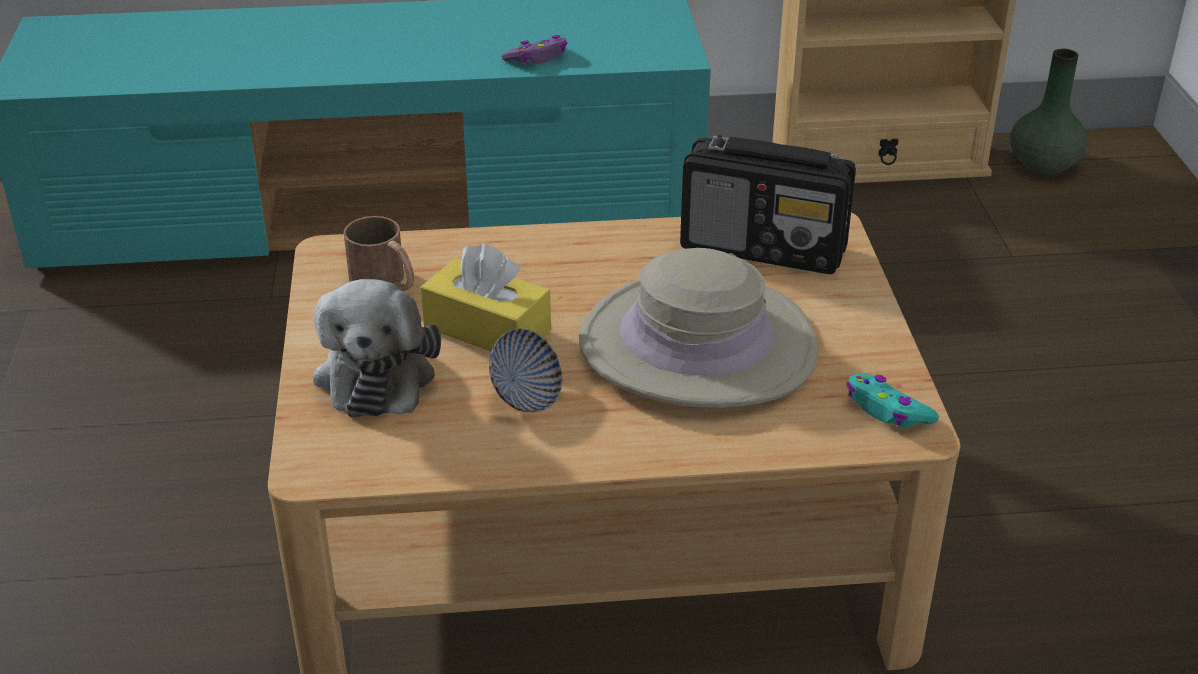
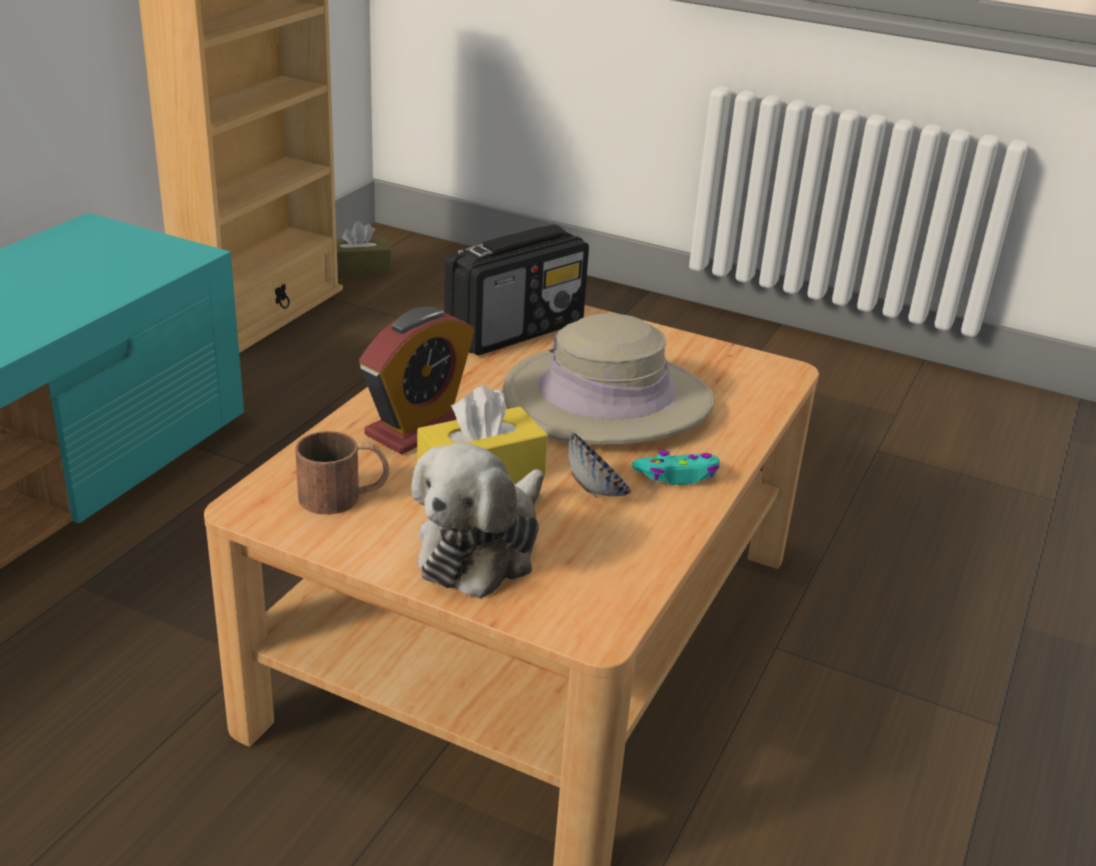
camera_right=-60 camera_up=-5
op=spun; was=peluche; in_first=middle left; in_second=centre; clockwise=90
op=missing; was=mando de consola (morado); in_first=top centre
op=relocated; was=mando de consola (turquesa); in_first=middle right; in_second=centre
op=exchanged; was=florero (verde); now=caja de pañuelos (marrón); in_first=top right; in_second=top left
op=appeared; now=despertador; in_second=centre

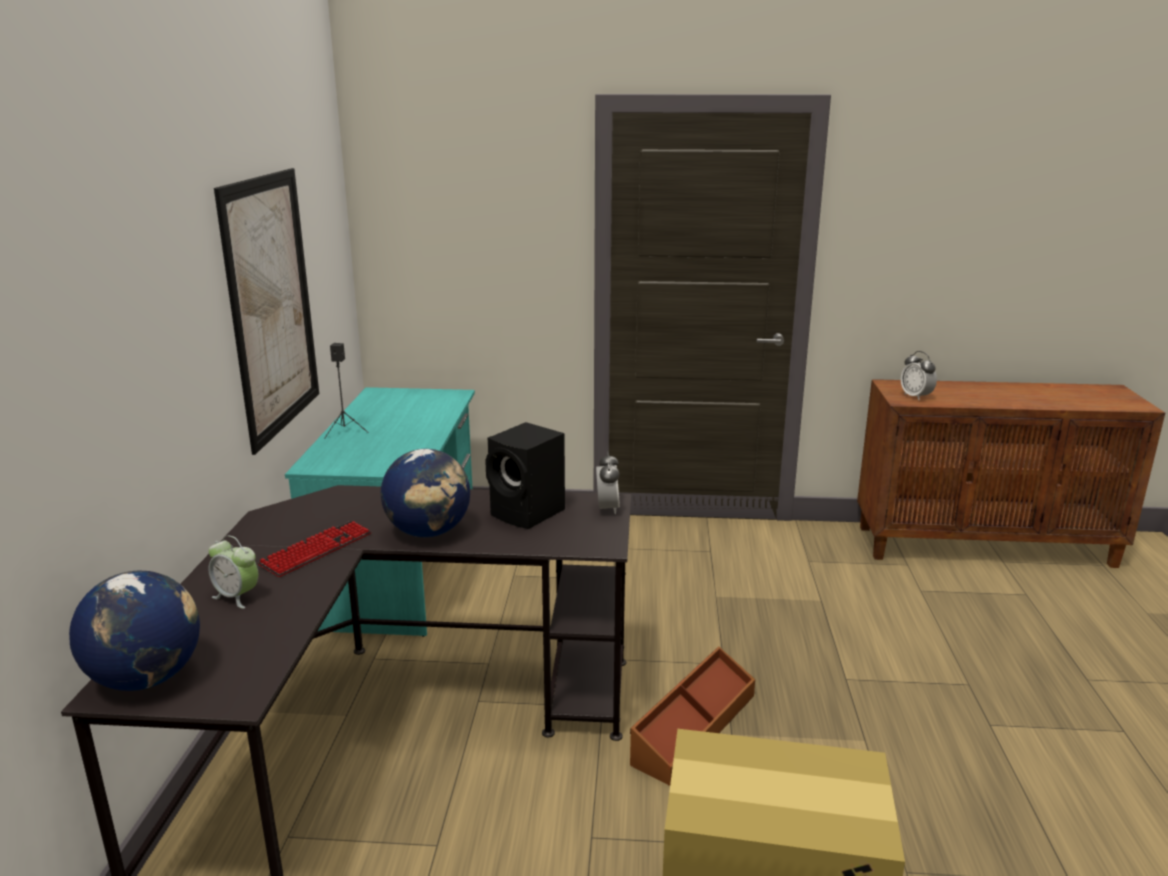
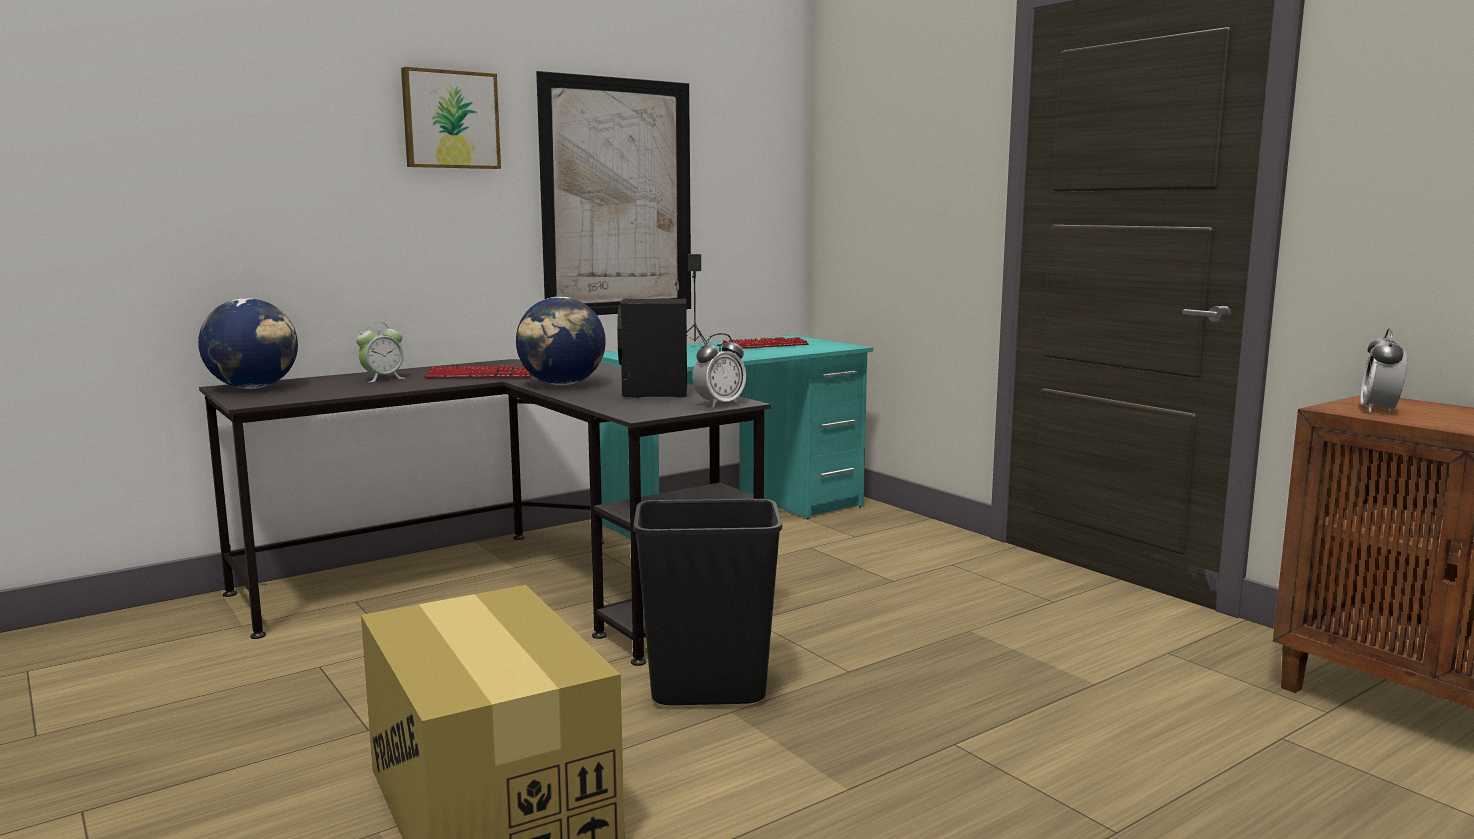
camera_right=50 camera_up=-10
op=spun; was=despertador (no. 1 from left); in_first=middle left; in_second=middle left; clockwise=-120
op=exchanged; was=caja de almacenaje (marrón); now=papelera (negro); in_first=bottom centre; in_second=bottom centre
op=appeared; now=cuadro (no. 1 from left); in_second=top left
op=appeared; now=teclado (no. 2 from left); in_second=centre

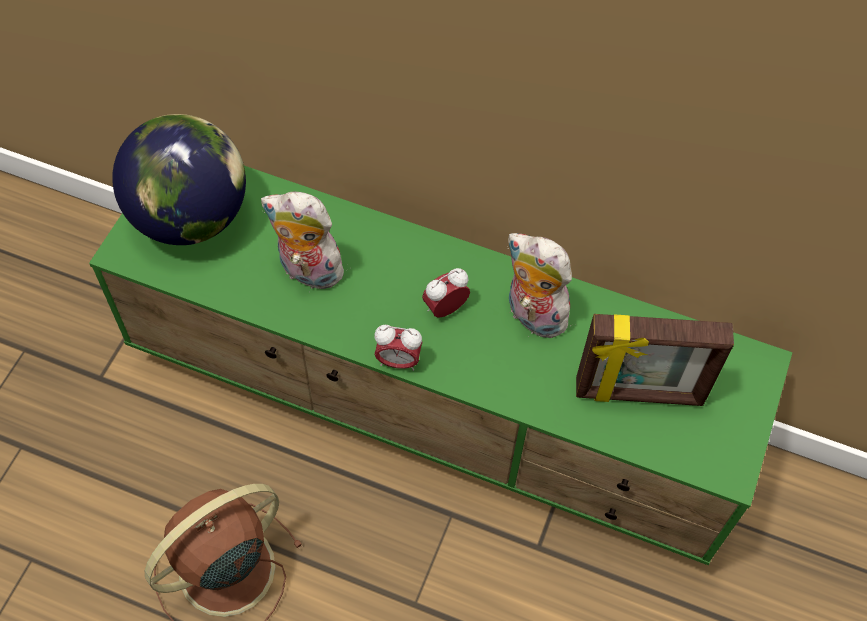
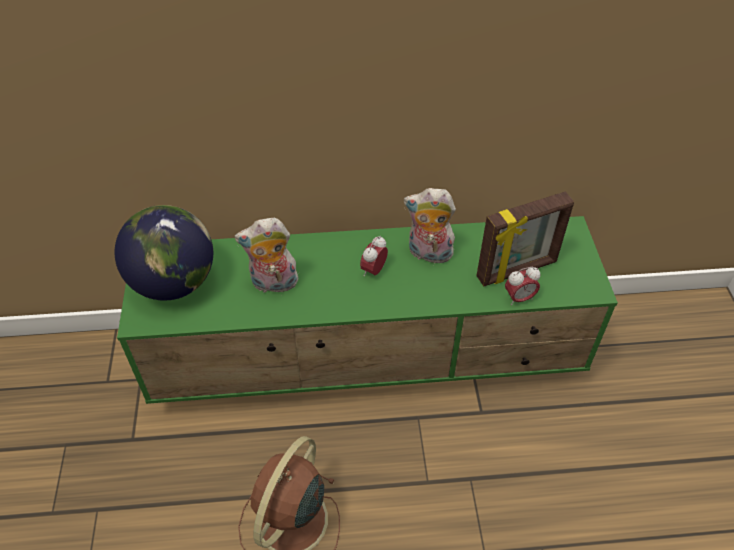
camera_right=-25 camera_up=-10
op=relocated; was=despertador (no. 1 from left in the first image); now=despertador (no. 2 from left); in_first=centre; in_second=middle right

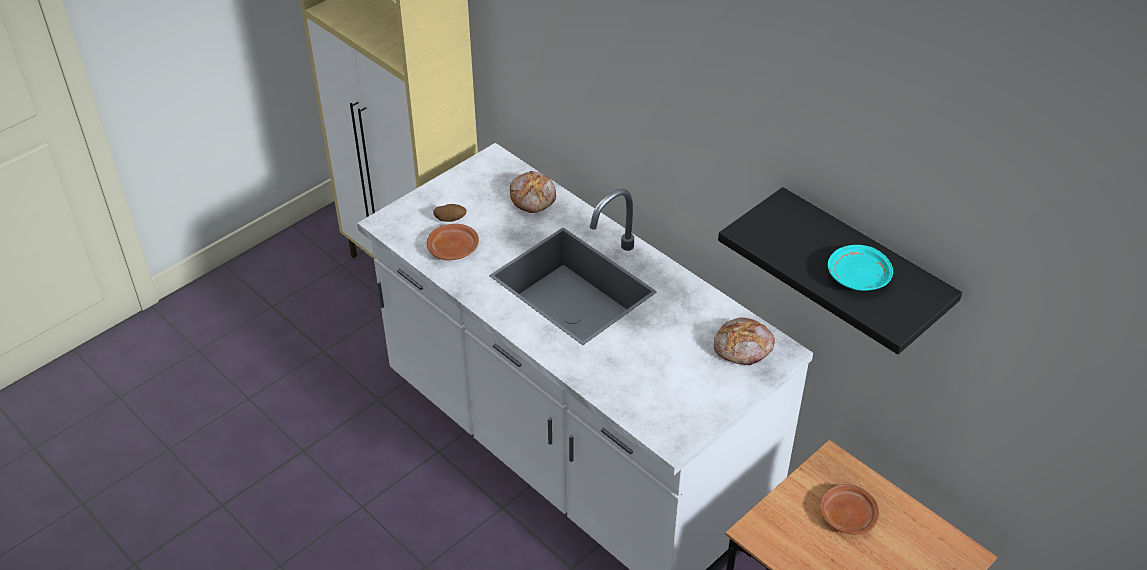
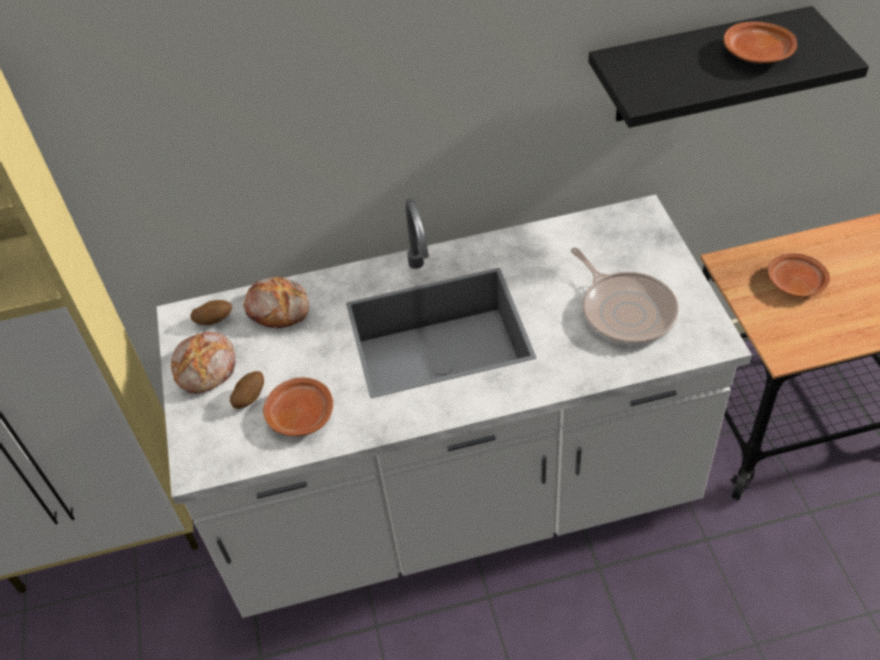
camera_right=-55 camera_up=5
op=relocated; was=pan (no. 2 from left in the first image); now=pan (no. 1 from left); in_first=centre; in_second=middle left
op=colour; was=plato (turquesa); now=plato (marrón) (no. 2 from left); in_first=middle right; in_second=top right
op=appeared; now=patata (no. 1 from left); in_second=middle left
op=appeared; now=sartén; in_second=middle right

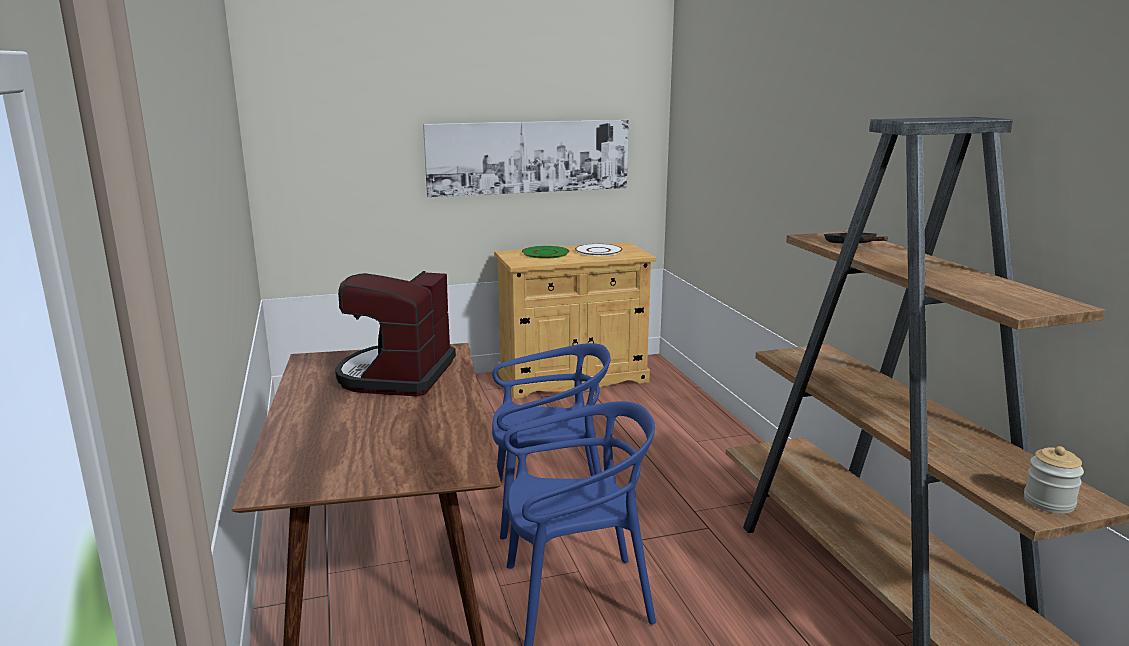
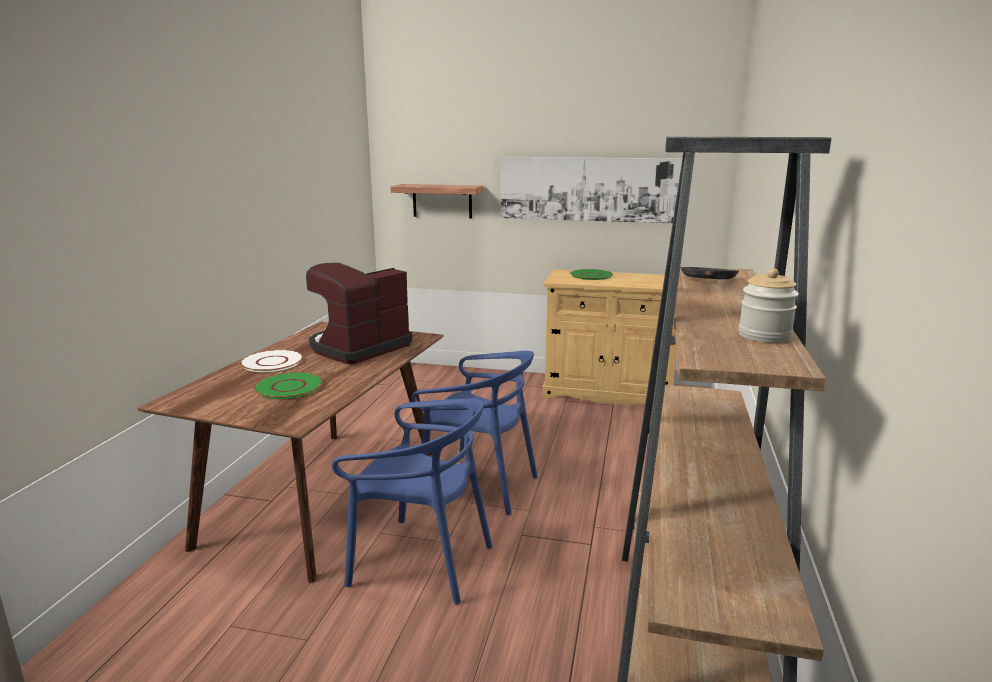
camera_right=30 camera_up=0
op=relocated; was=plato (blanco); in_first=centre; in_second=middle left
op=relocated; was=tarro; in_first=bottom right; in_second=middle right
op=appeared; now=plato (verde) (no. 1 from left); in_second=middle left
op=appeared; now=estante; in_second=top centre

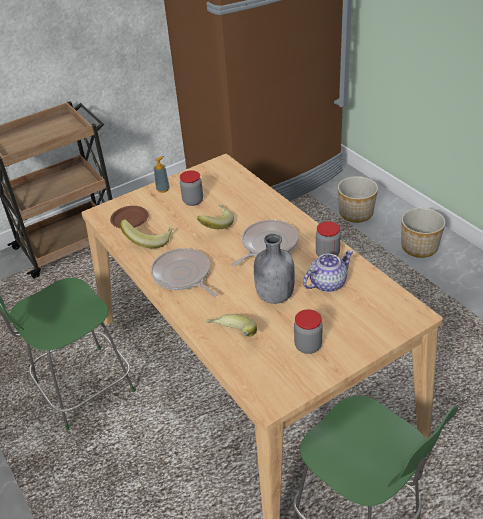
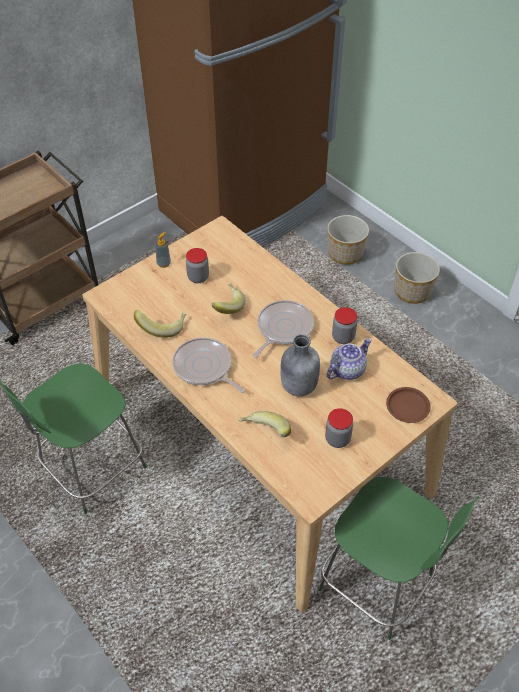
camera_right=-10 camera_up=10
op=relocated; was=plato (marrón); in_first=middle left; in_second=middle right

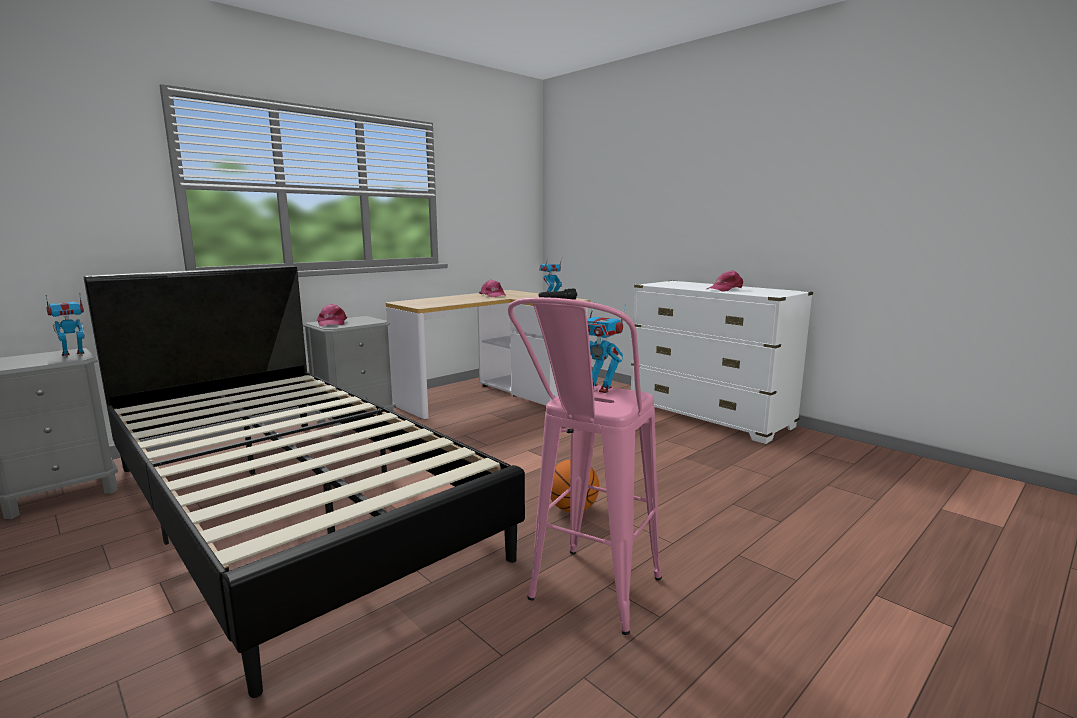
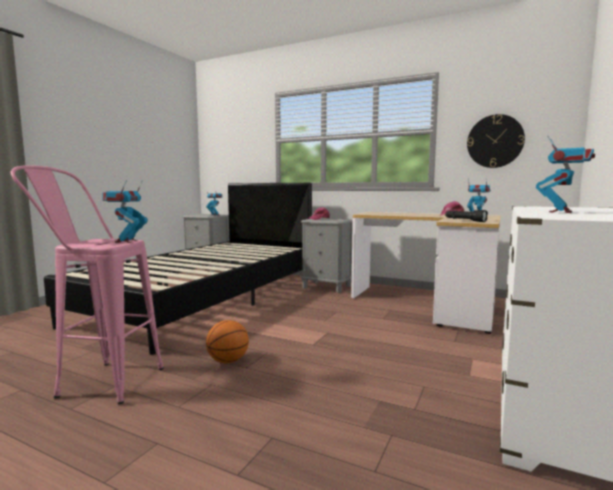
camera_right=70 camera_up=-5
op=exchanged; was=gorra (rosa) (no. 3 from left); now=robot de juguete (no. 4 from left); in_first=middle right; in_second=middle right
op=appeared; now=reloj de pared; in_second=top right

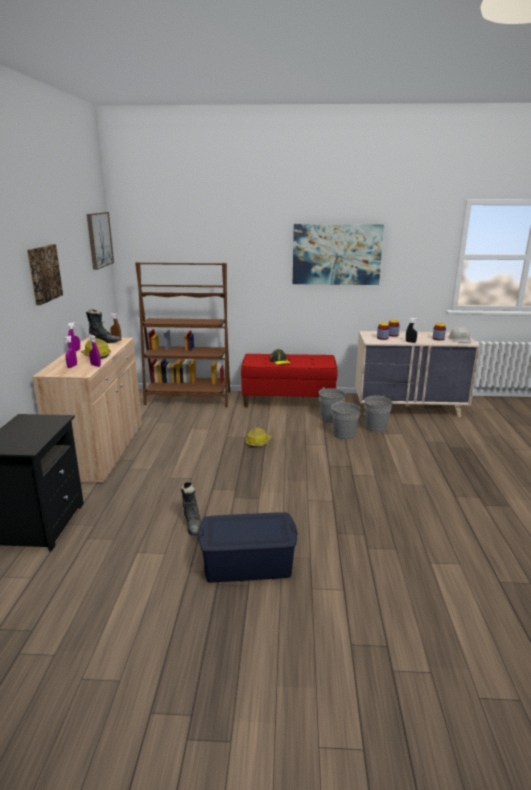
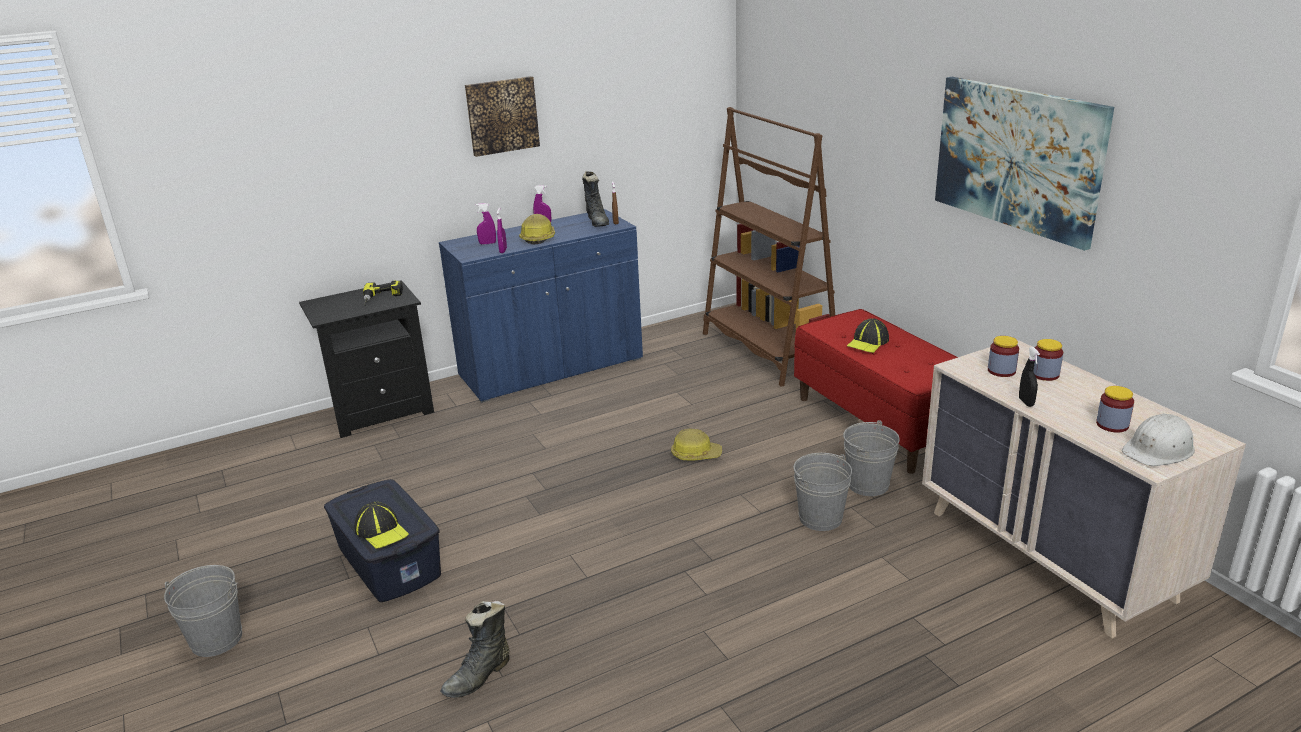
camera_right=60 camera_up=5
op=colour; was=armario (beis); now=armario (azul); in_first=middle left; in_second=centre
op=missing; was=cuadro (no. 2 from left); in_first=top left
op=relocated; was=bota (negro) (no. 2 from left in the first image); now=bota (negro) (no. 1 from left); in_first=centre; in_second=bottom centre
op=relocated; was=cubo (gris) (no. 3 from left in the first image); now=cubo (gris) (no. 1 from left); in_first=middle right; in_second=bottom left
op=appeared; now=gorra (no. 1 from left); in_second=bottom left
op=appeared; now=taladro; in_second=middle left

